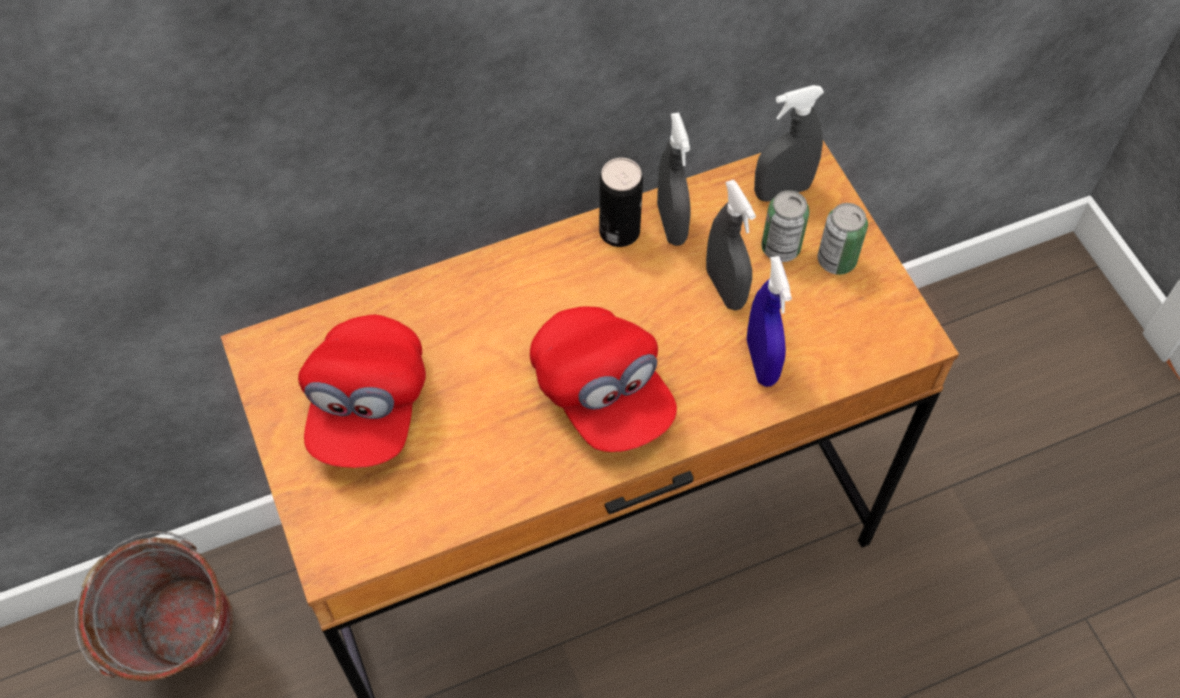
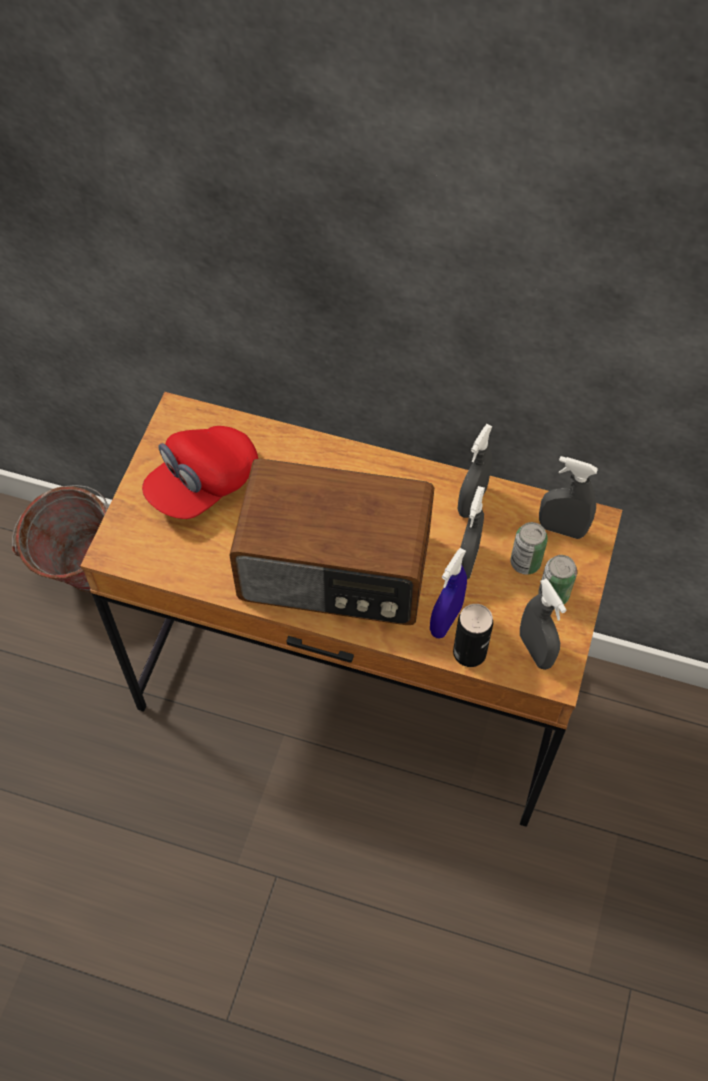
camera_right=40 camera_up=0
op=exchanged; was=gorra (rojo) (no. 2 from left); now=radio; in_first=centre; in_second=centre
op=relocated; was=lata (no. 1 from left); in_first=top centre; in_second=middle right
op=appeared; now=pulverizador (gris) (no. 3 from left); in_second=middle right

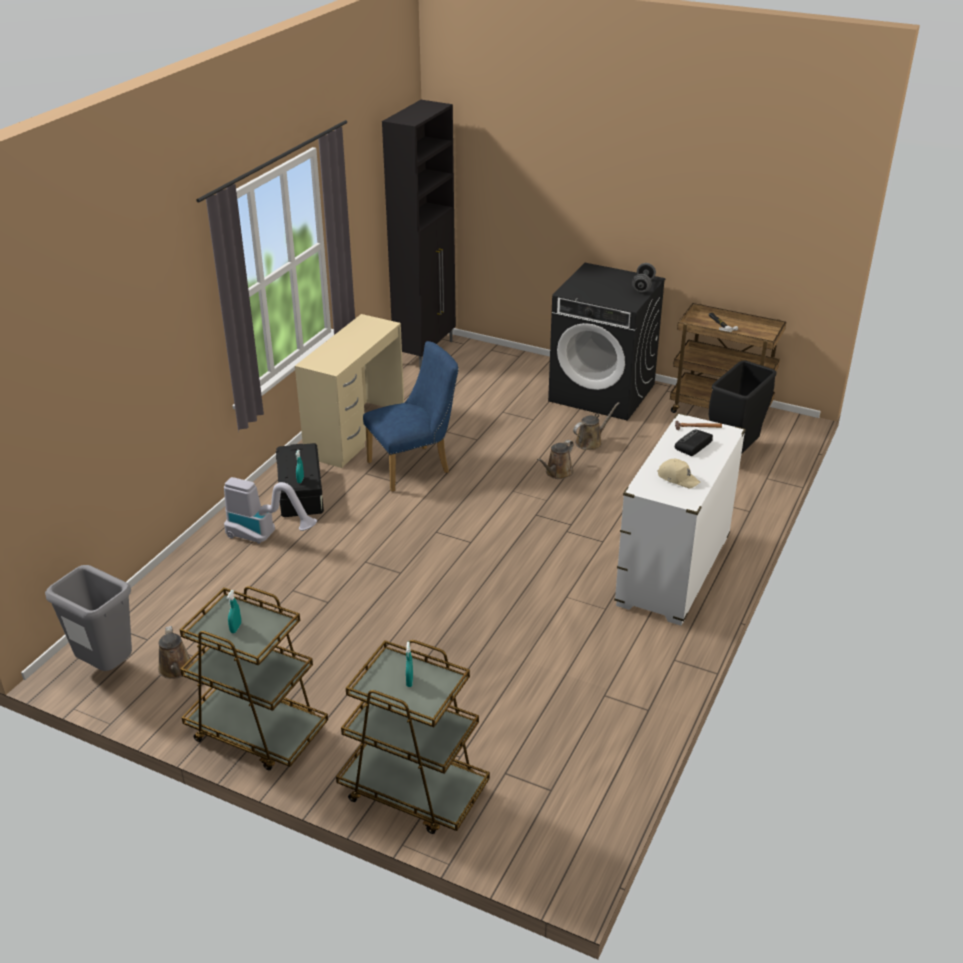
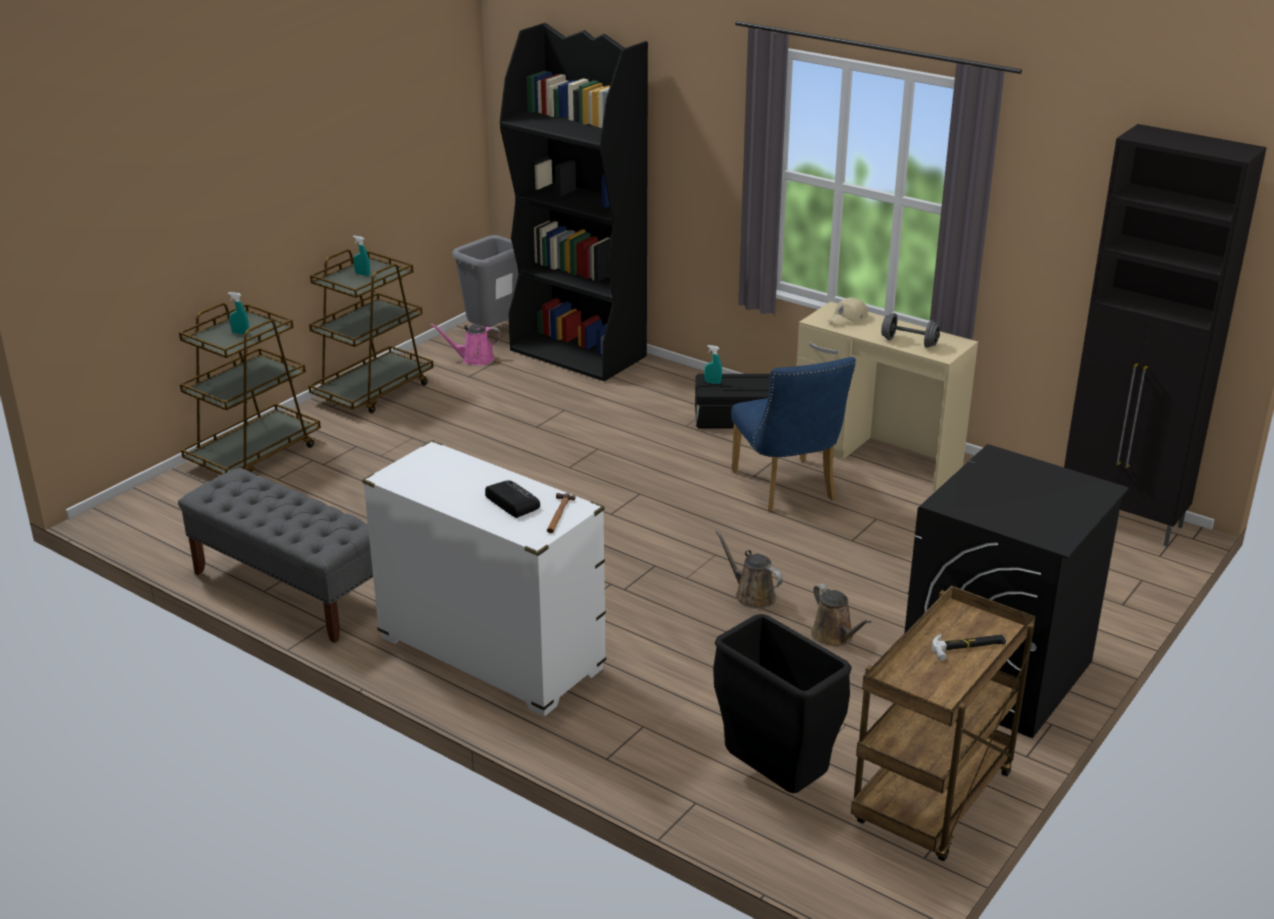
camera_right=100 camera_up=-5
op=colour; was=regadera (marrón) (no. 1 from left); now=regadera (rosa); in_first=bottom left; in_second=centre
op=missing; was=aspiradora; in_first=middle left
op=relocated; was=mancuerna (gris); in_first=top right; in_second=middle right
op=relocated; was=gorra (beis); in_first=middle right; in_second=centre
op=appeared; now=banco (gris); in_second=middle left
op=appeared; now=estantería (negro); in_second=top centre

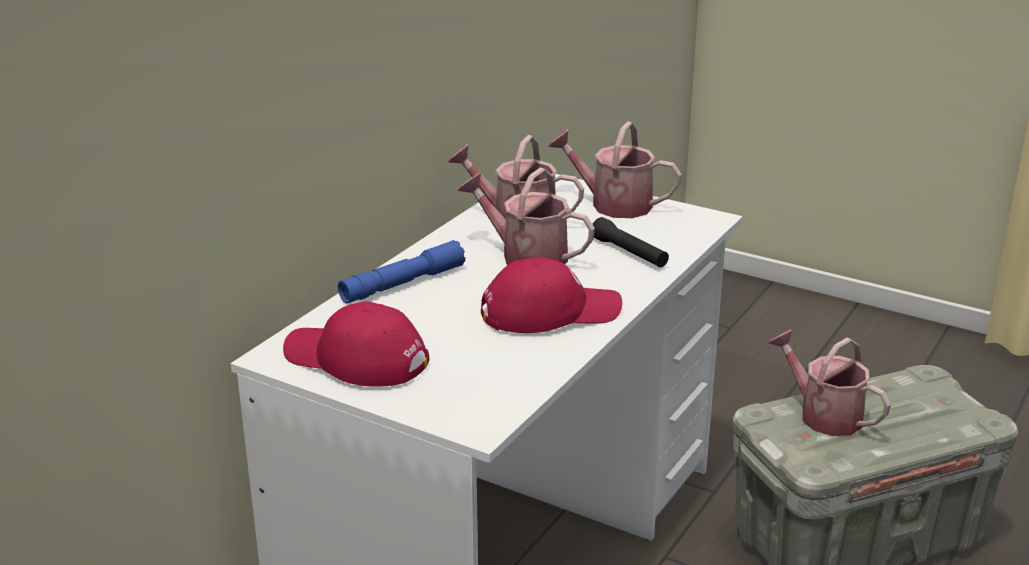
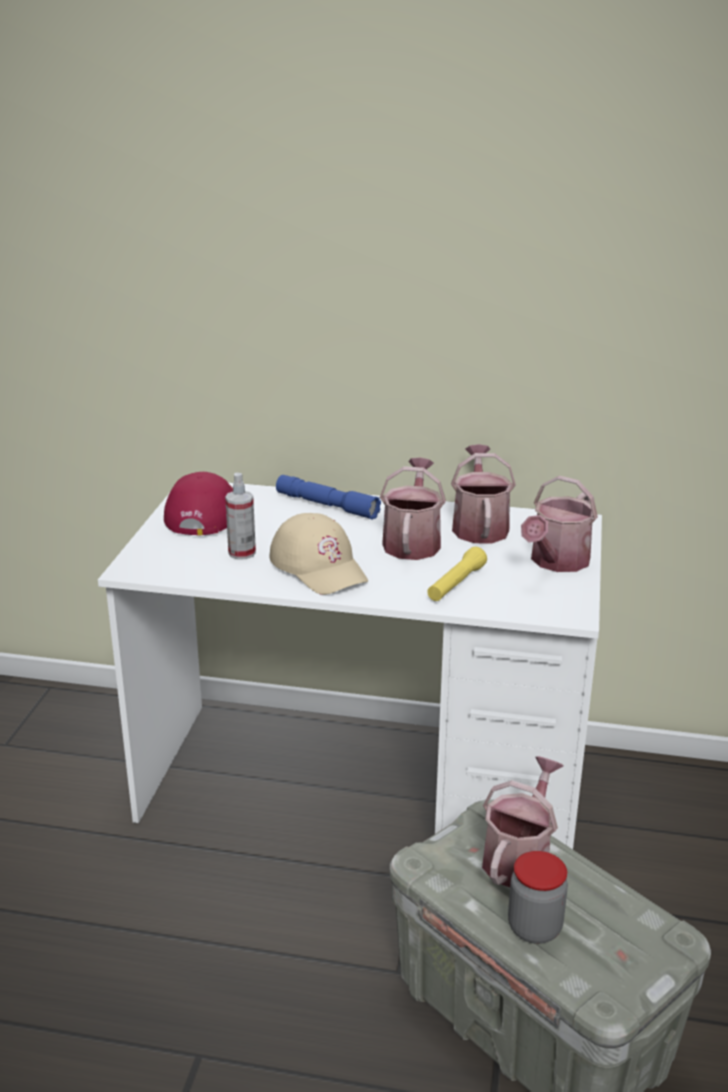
camera_right=70 camera_up=0
op=colour; was=gorra (rojo) (no. 2 from left); now=gorra (beis); in_first=centre; in_second=centre
op=spun; was=regadera (no. 3 from left in the first image); in_first=top centre; in_second=middle right; clockwise=-150
op=colour; was=linterna (negro); now=linterna (amarillo); in_first=centre; in_second=centre
op=appeared; now=pulverizador; in_second=middle left
op=appeared; now=tarro; in_second=bottom right

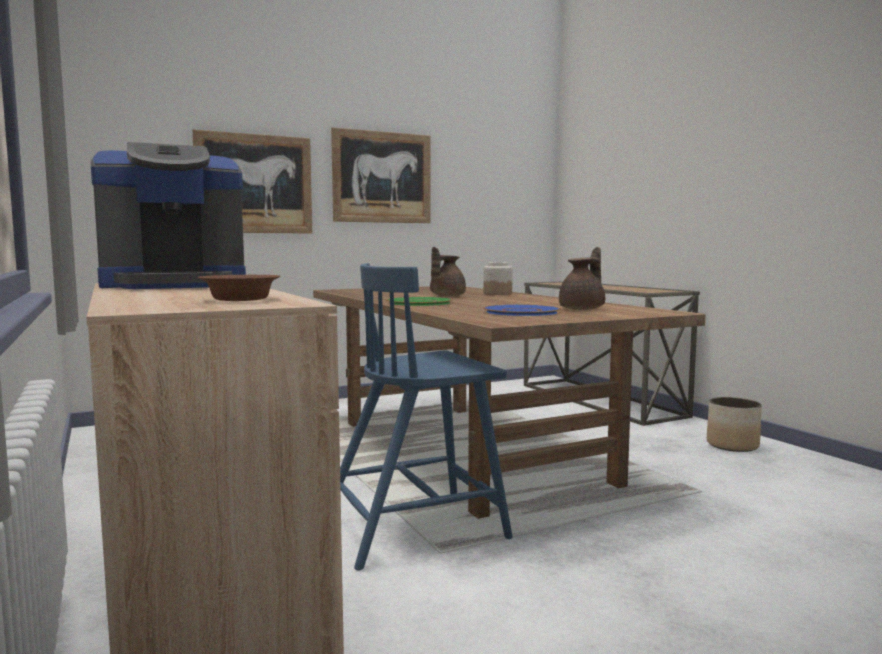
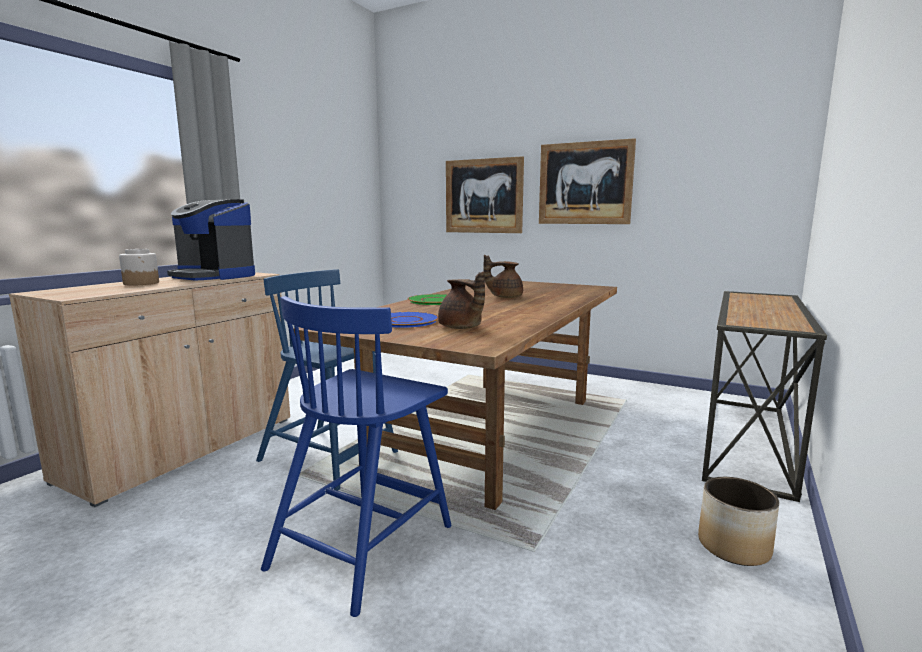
camera_right=55 camera_up=5
op=missing; was=cuenco (marrón); in_first=middle left
op=relocated; was=tarro; in_first=centre; in_second=middle left
op=spun; was=tetera (marrón) (no. 2 from left in the first image); in_first=centre; in_second=centre; clockwise=45
op=appeared; now=silla (azul) (no. 2 from left); in_second=bottom centre

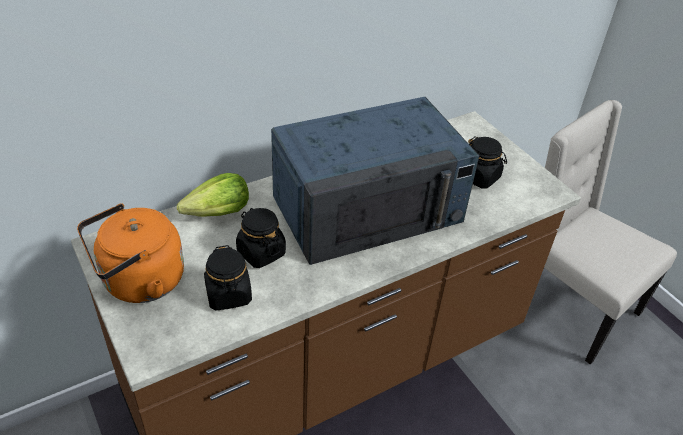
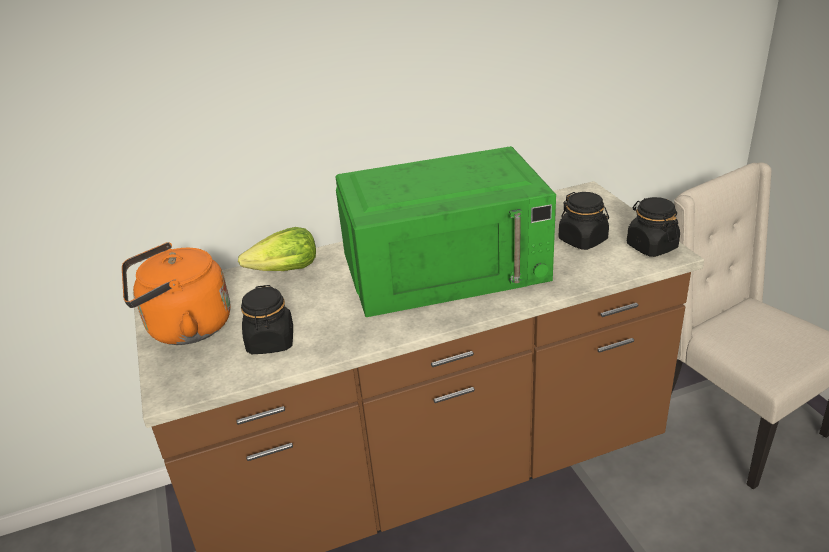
camera_right=15 camera_up=-10
op=relocated; was=tarro (negro) (no. 2 from left in the first image); now=tarro (negro) (no. 3 from left); in_first=centre; in_second=middle right
op=colour; was=microondas (azul); now=microondas (verde); in_first=centre; in_second=centre

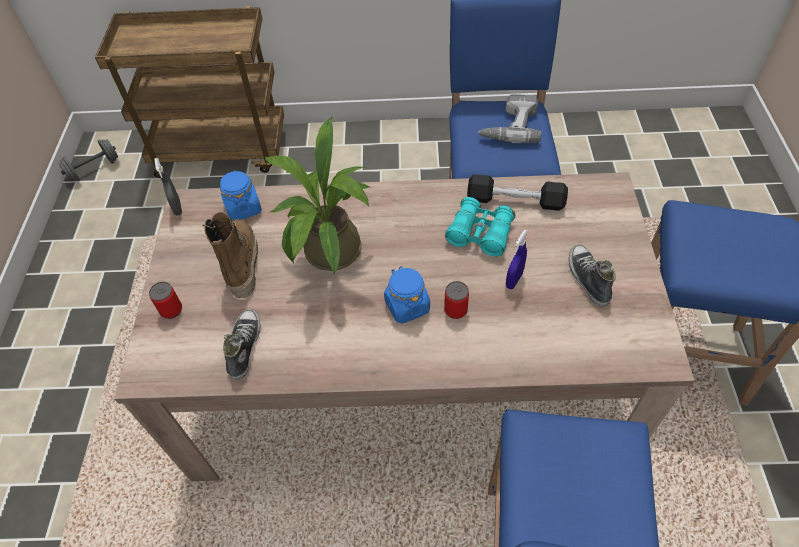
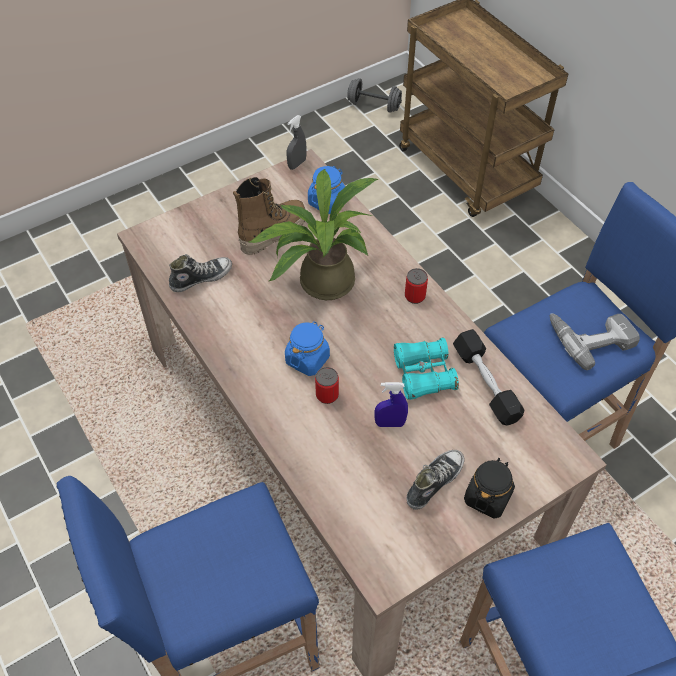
camera_right=55 camera_up=0
op=relocated; was=lata (no. 1 from left in the first image); now=lata (no. 2 from left); in_first=middle left; in_second=centre
op=appeared; now=tarro (negro); in_second=bottom right

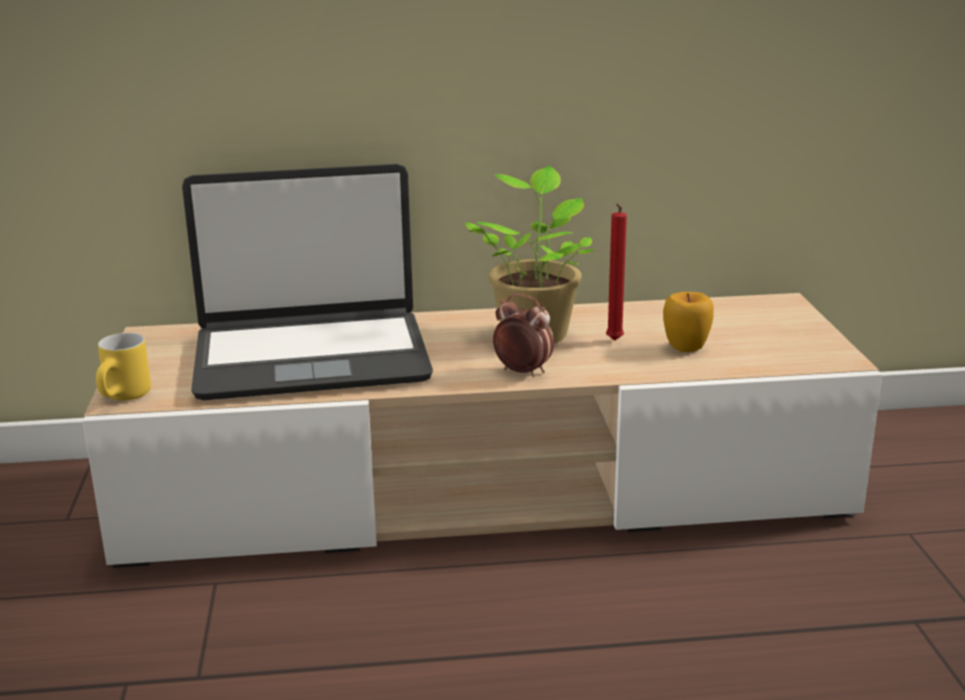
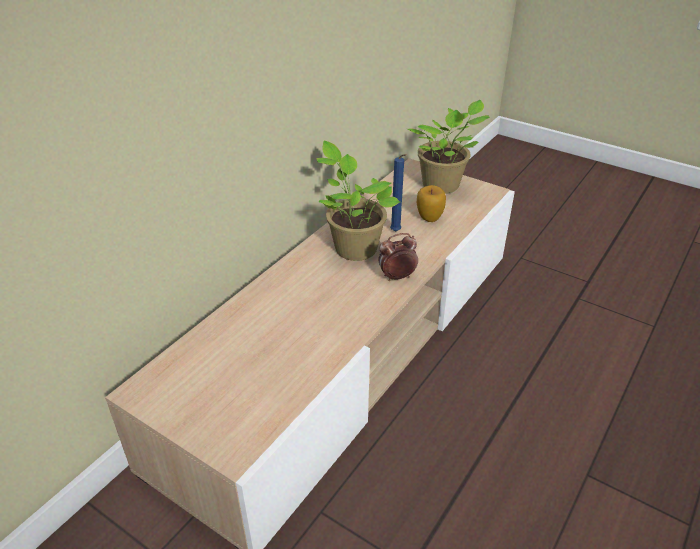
camera_right=-50 camera_up=15
op=missing; was=taza grande (amarillo); in_first=middle left
op=missing; was=portátil; in_first=middle left
op=colour; was=vela (rojo); now=vela (azul); in_first=centre; in_second=centre
op=appeared; now=planta en maceta (no. 2 from left); in_second=top centre

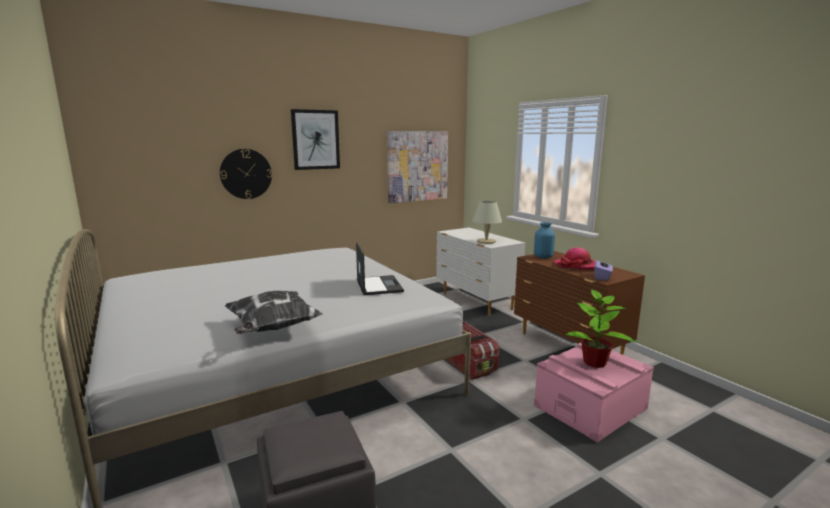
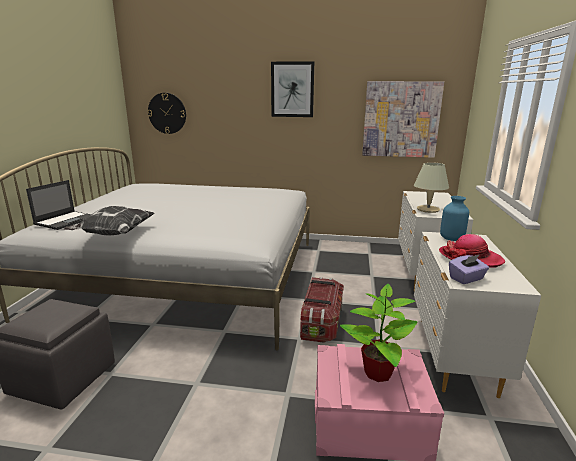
camera_right=40 camera_up=5
op=relocated; was=reloj de pared; in_first=middle left; in_second=top left
op=relocated; was=portátil; in_first=centre; in_second=middle left
op=colour; was=cómoda (marrón); now=cómoda (blanco) (no. 2 from left); in_first=middle right; in_second=bottom right

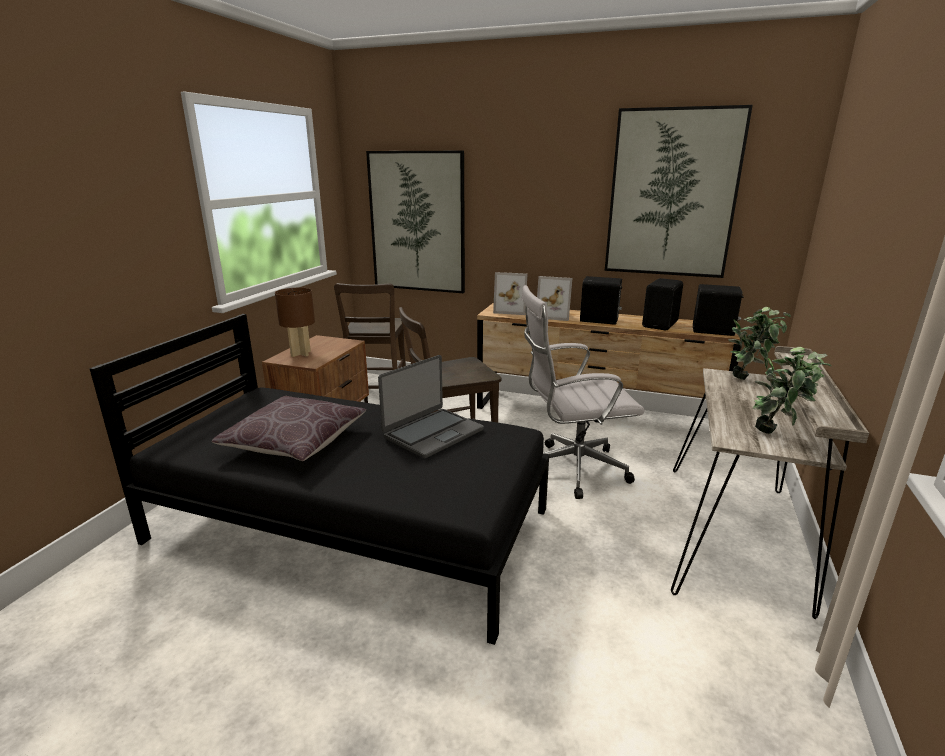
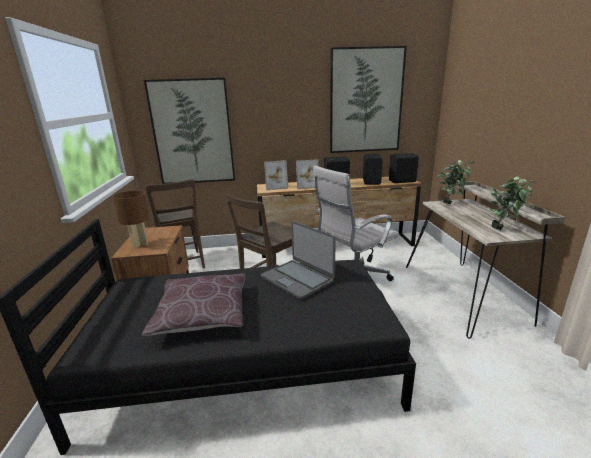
camera_right=-25 camera_up=0
op=spun; was=portátil; in_first=centre; in_second=centre; clockwise=120

